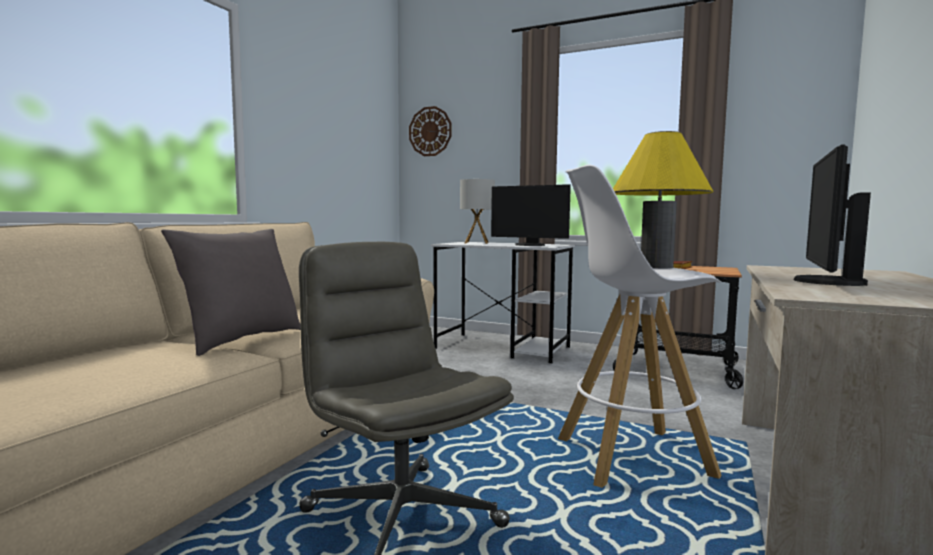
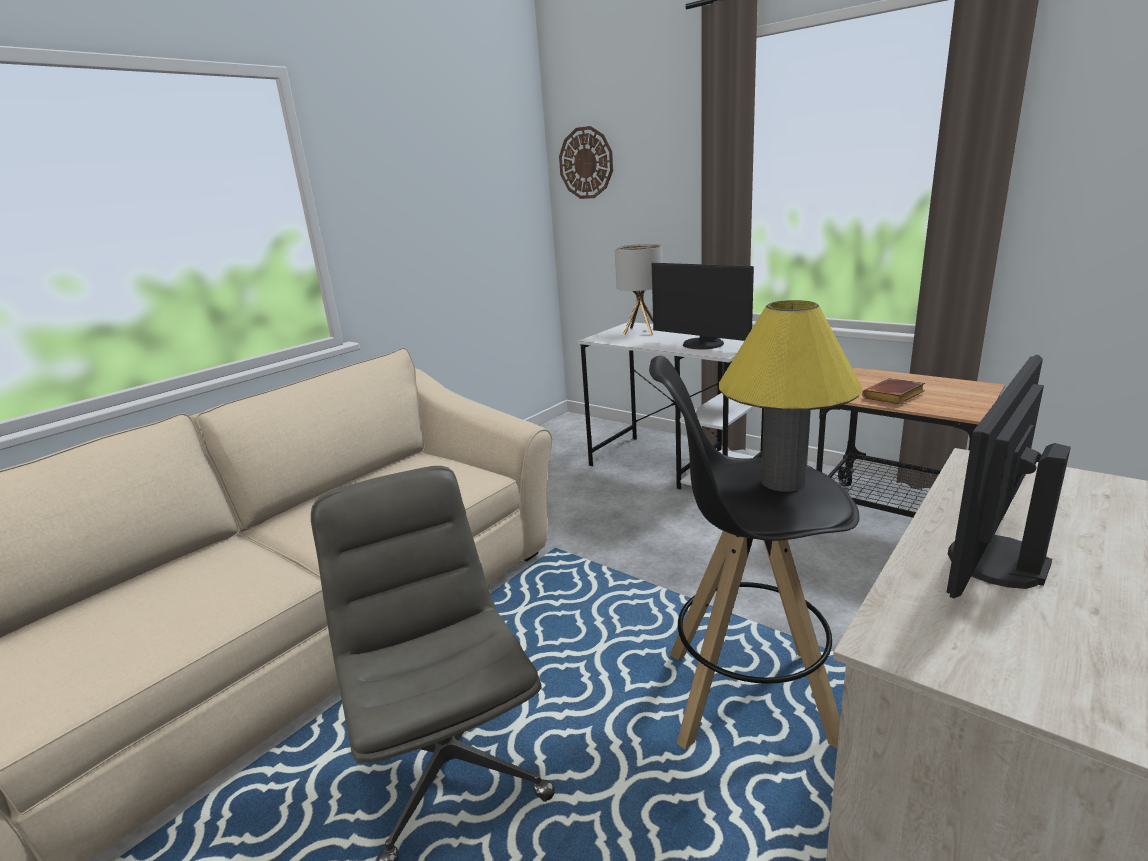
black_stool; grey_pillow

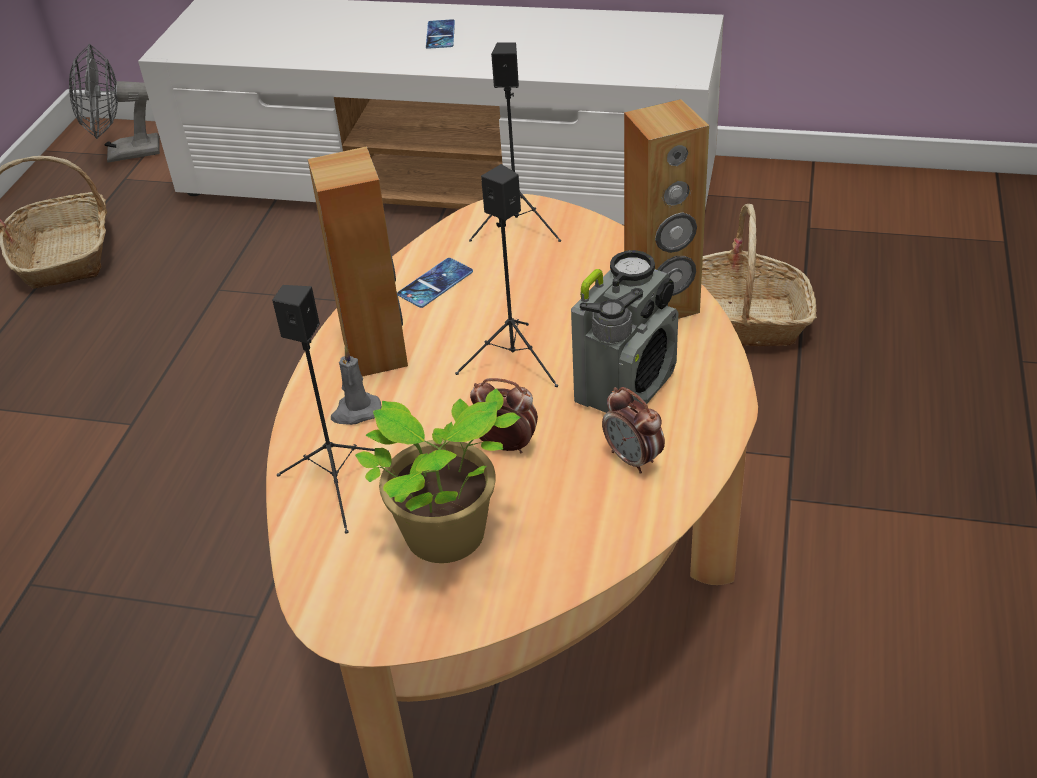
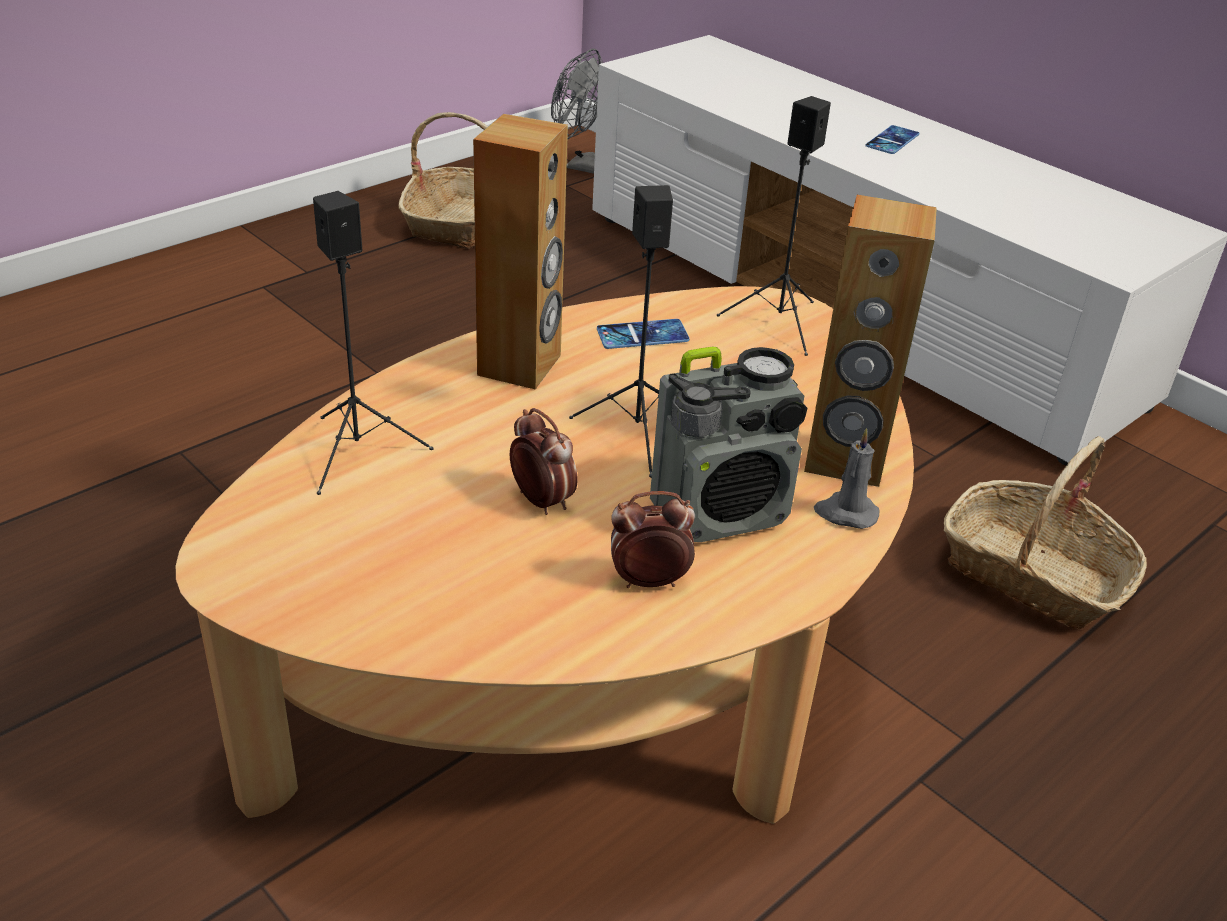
grey_candle; alarm_clock (no. 2 from left); potted_plant

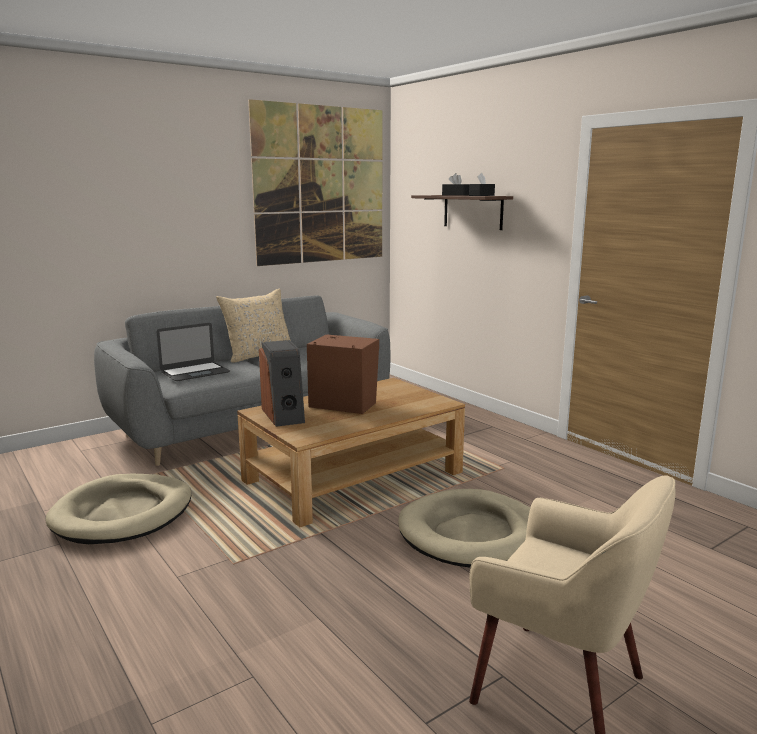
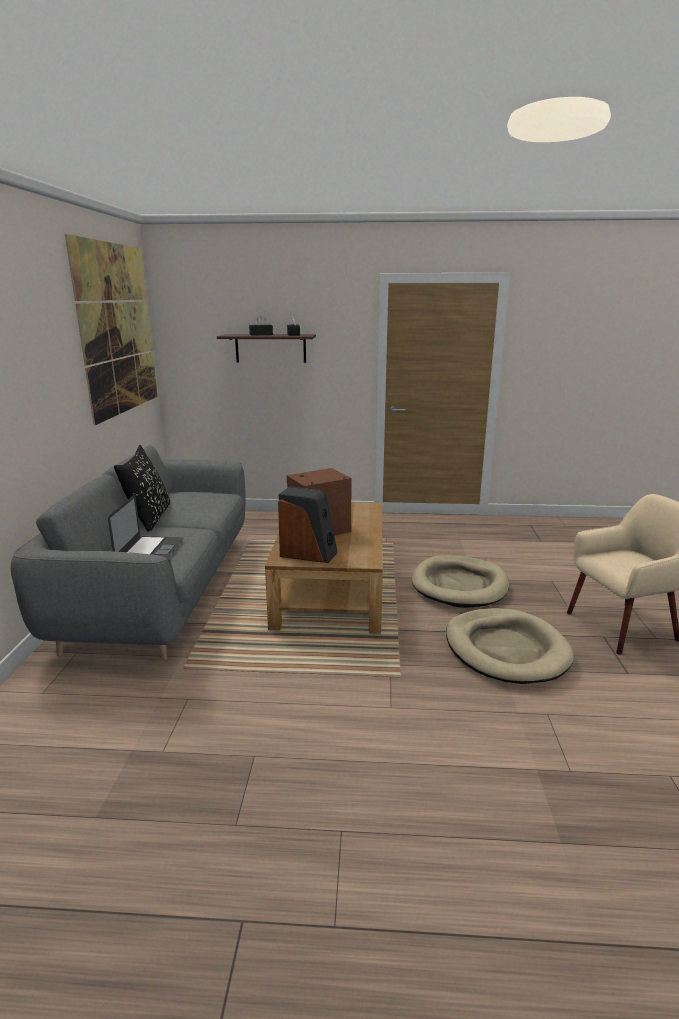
black_pillow; beige_dog_bed (no. 2 from left)

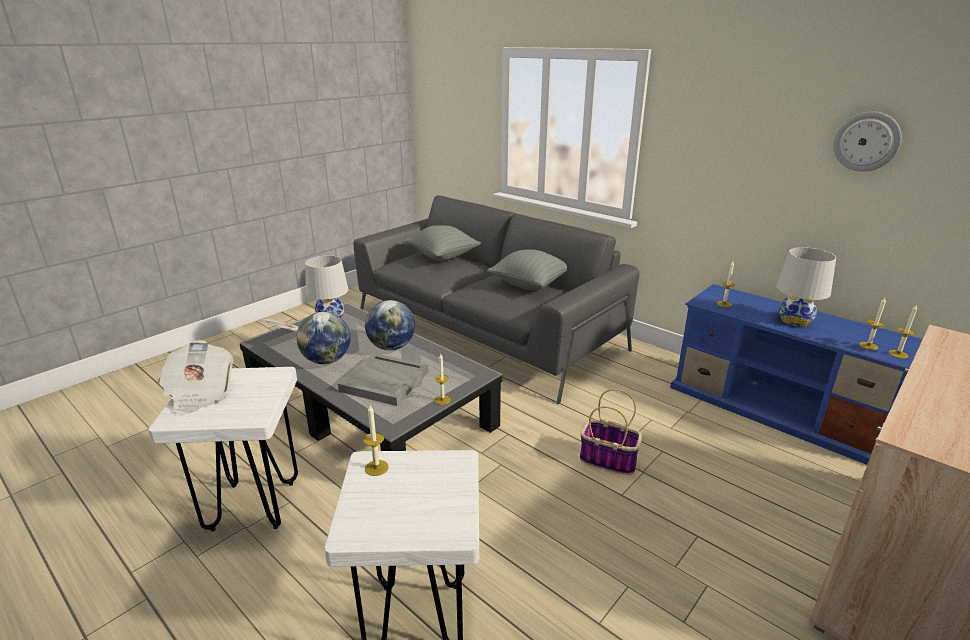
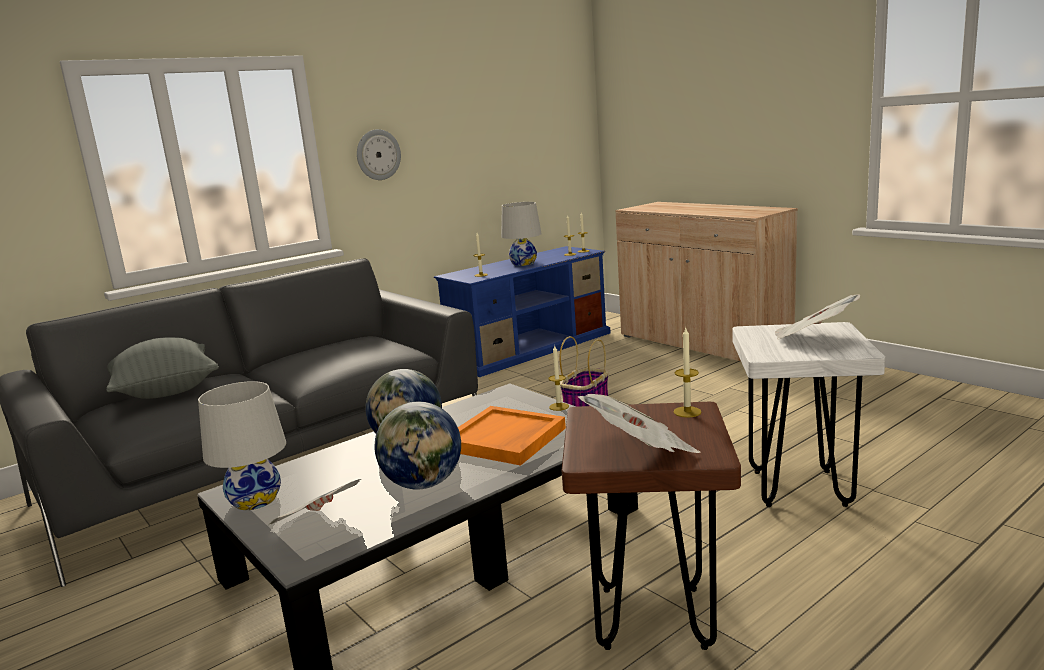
wall_clock; grey_pillow (no. 2 from left in the first image); orange_tray; brown_stool; candle (no. 5 from left); newspaper (no. 3 from left)

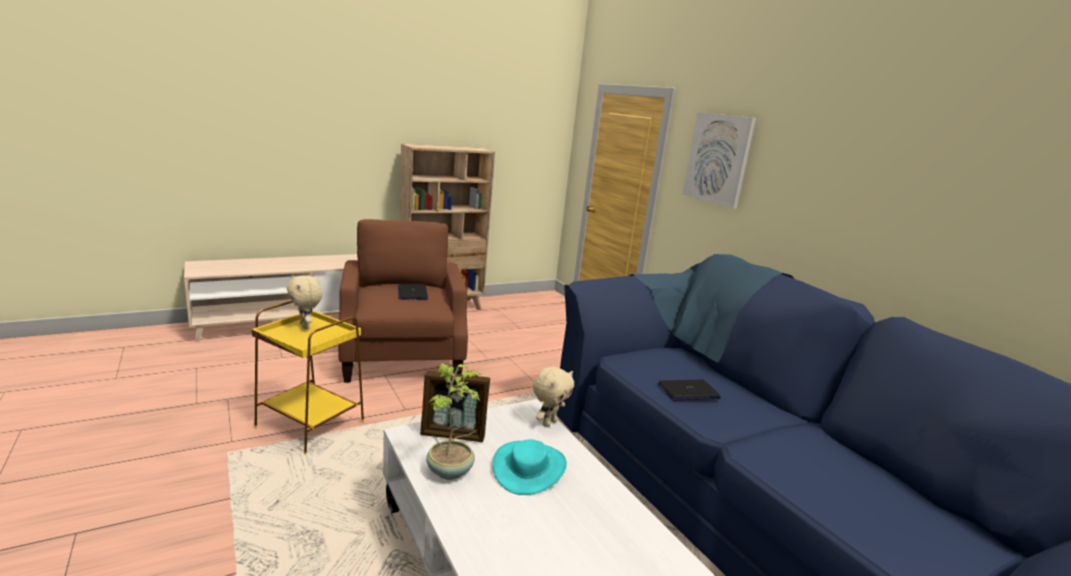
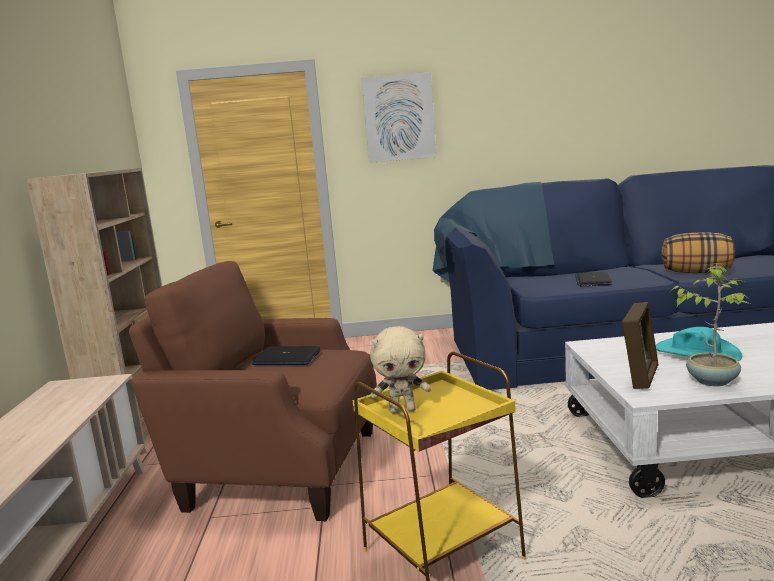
beige_plush_toy (no. 2 from left in the first image); pillow

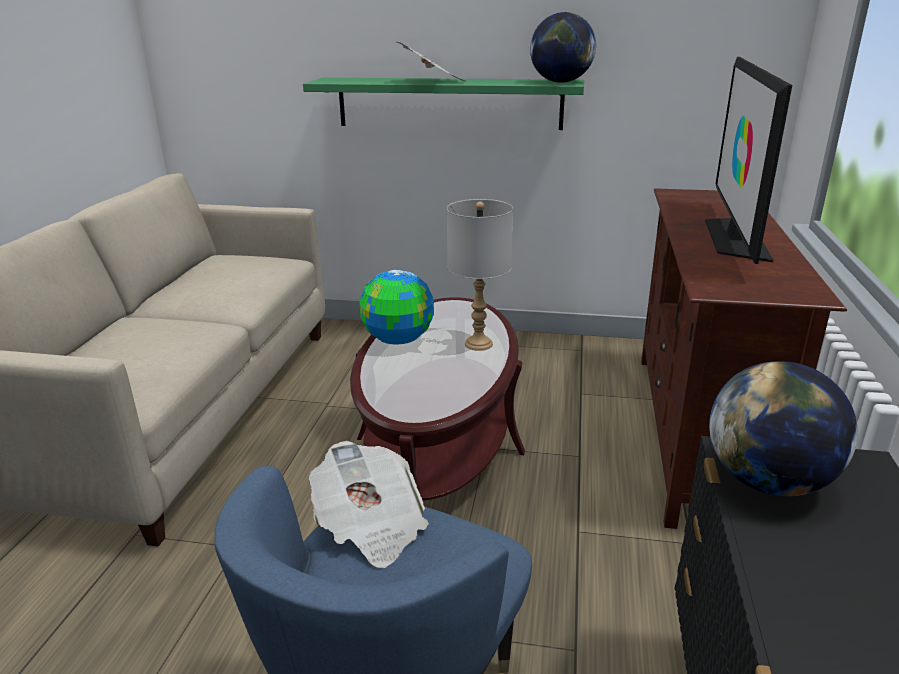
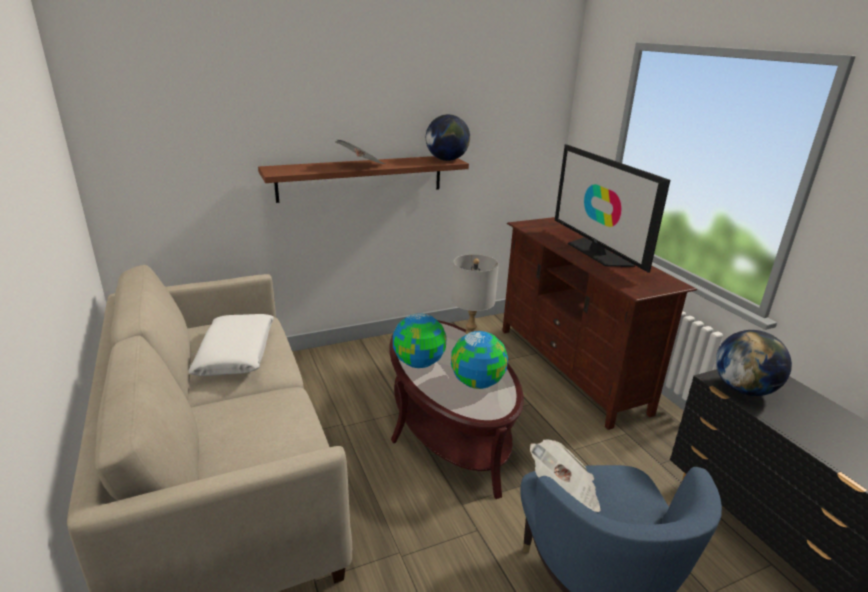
brown_shelf; white_pillow; globe (no. 3 from left)

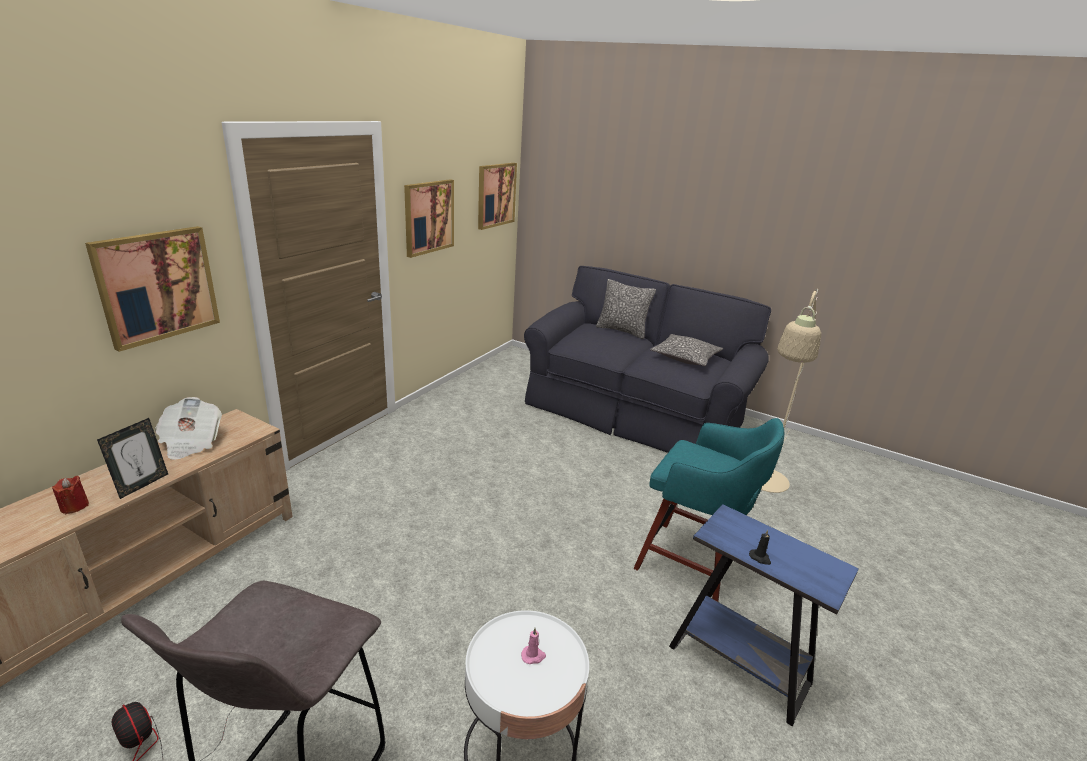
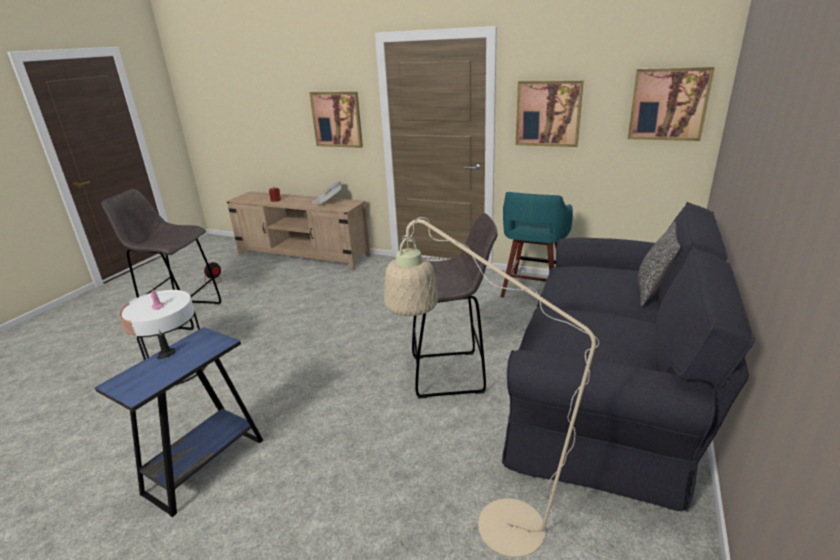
pillow (no. 2 from left in the first image); picture_frame; turquoise_stool; grey_stool (no. 2 from left)

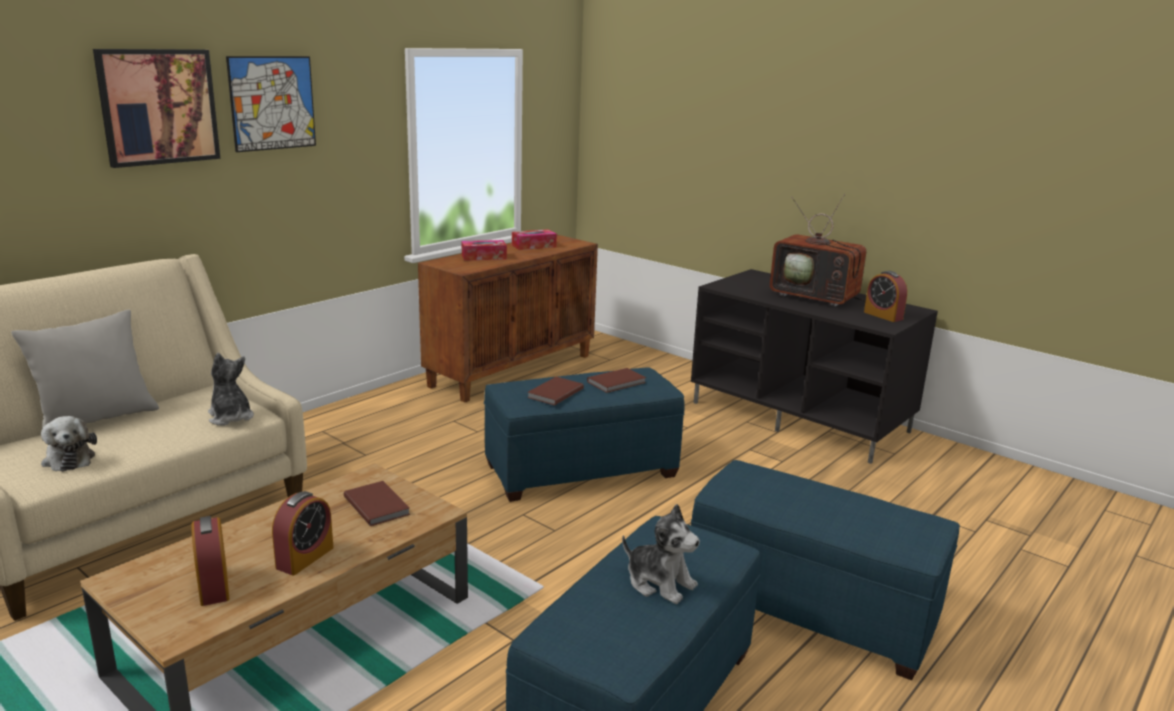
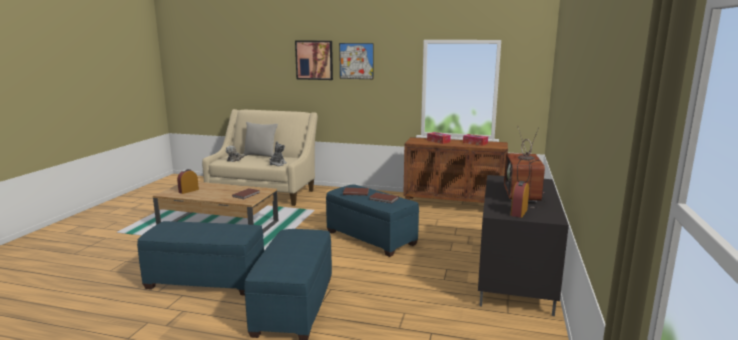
alarm_clock (no. 2 from left in the first image); plush_toy (no. 3 from left in the first image)

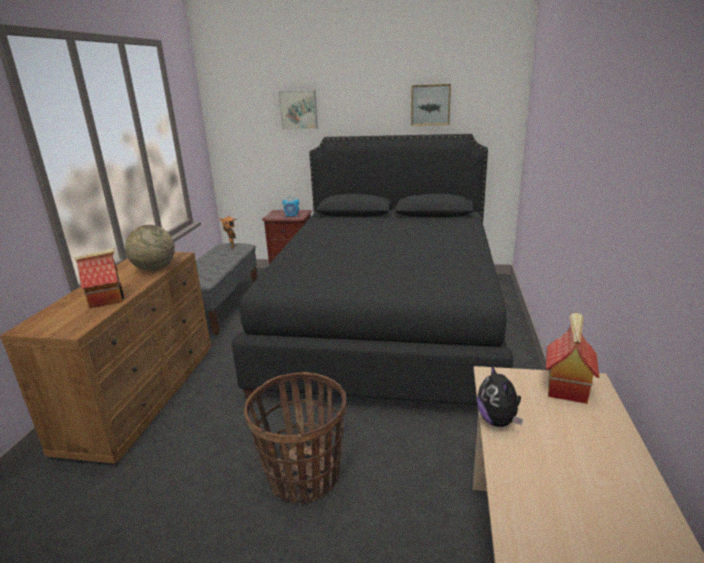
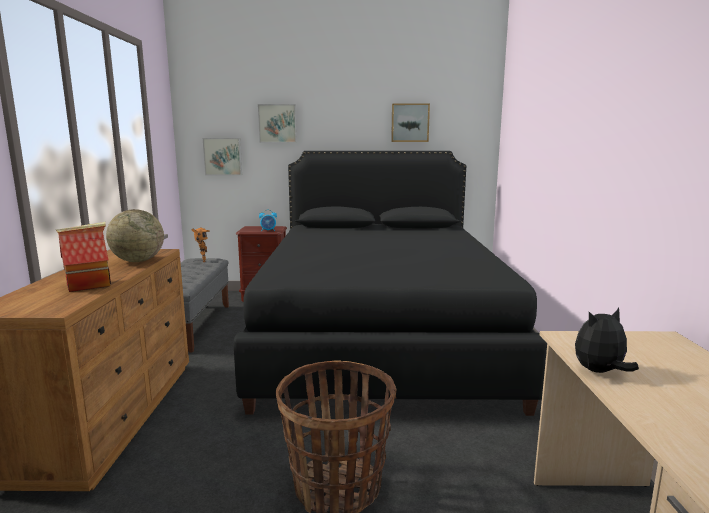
toy_house (no. 2 from left in the first image); plush_toy; picture (no. 1 from left)

